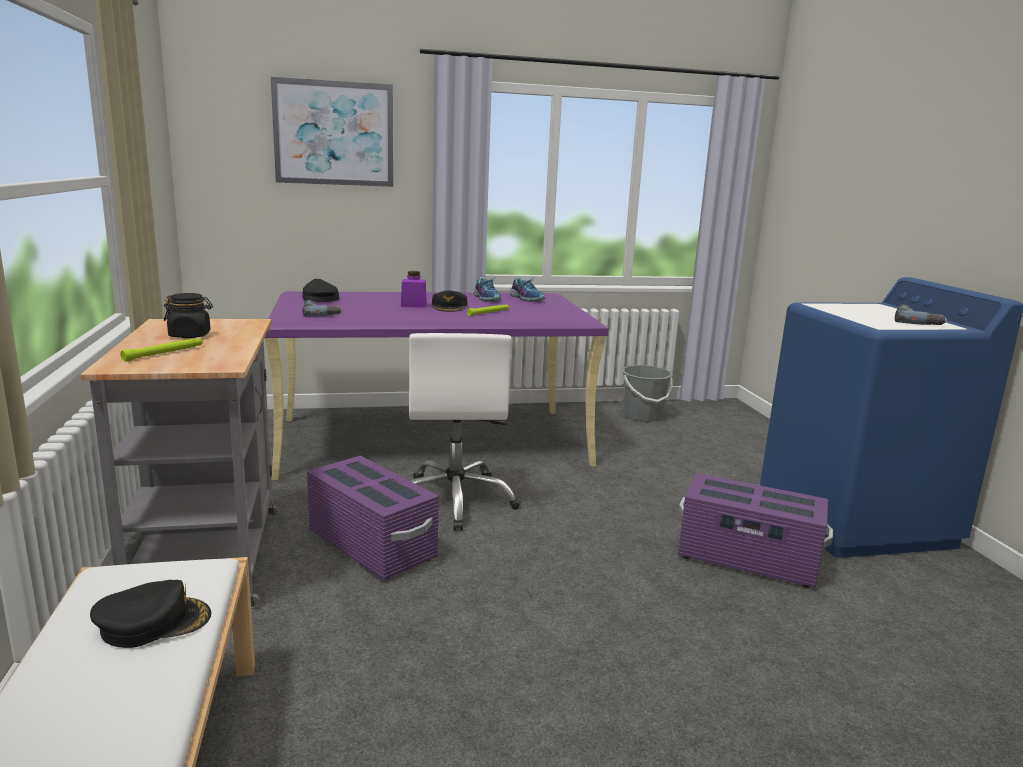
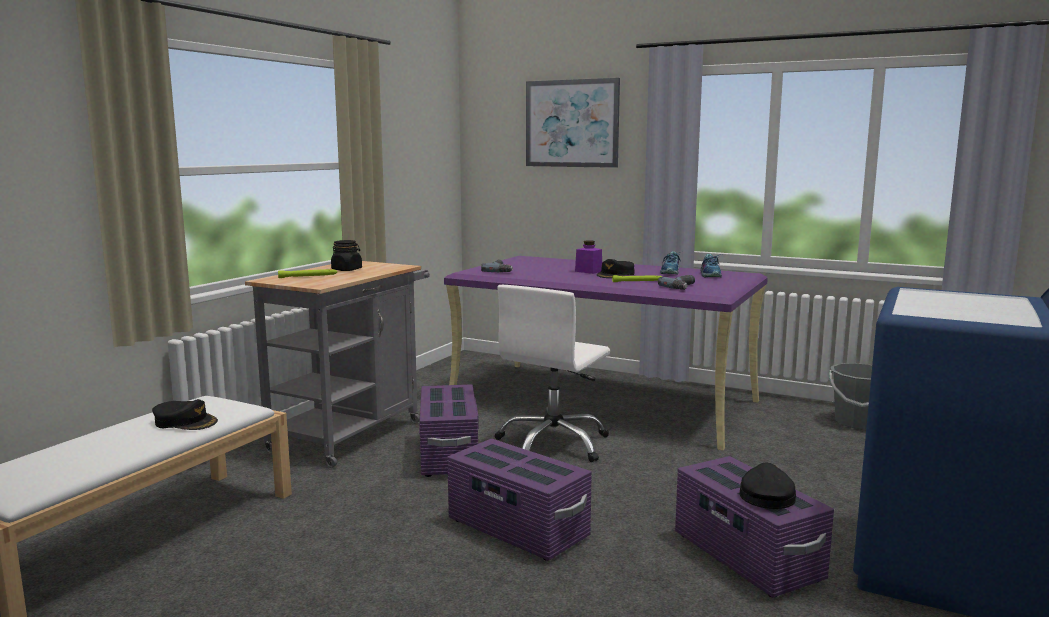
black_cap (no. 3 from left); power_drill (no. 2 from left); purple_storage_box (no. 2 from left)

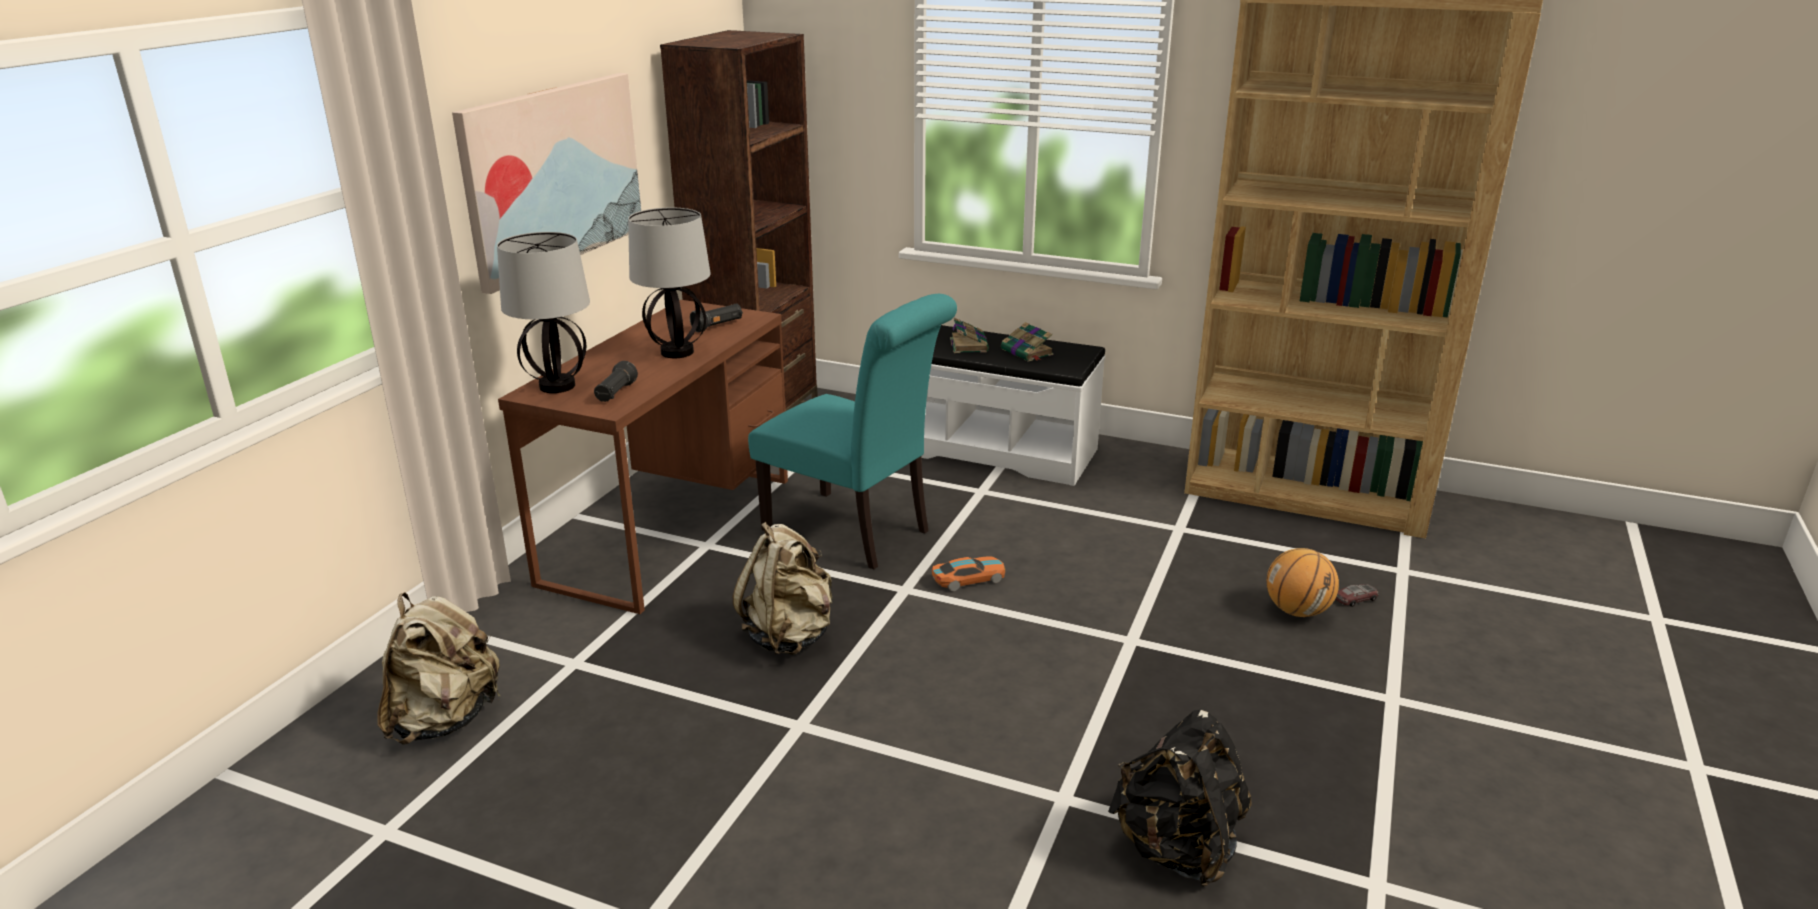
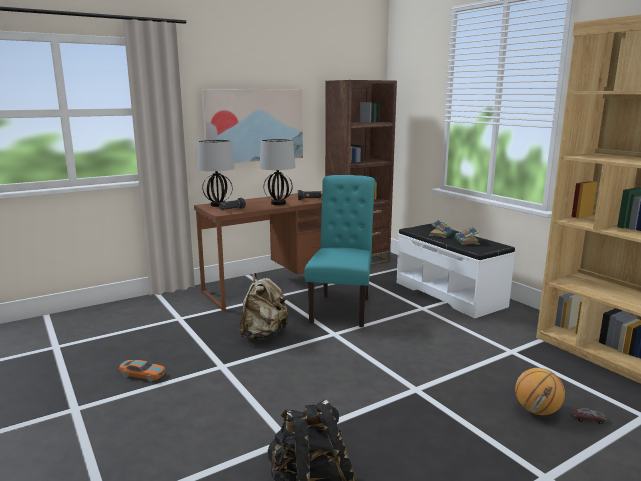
turquoise_chair; toy_car (no. 1 from left); beige_backpack (no. 1 from left in the first image)

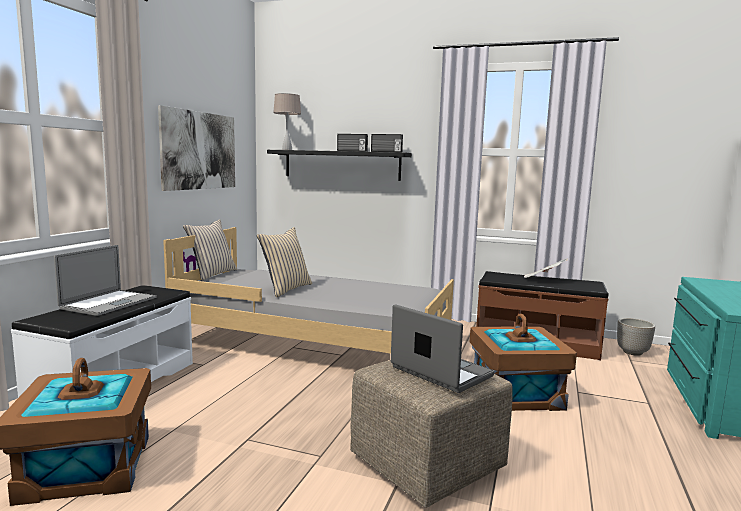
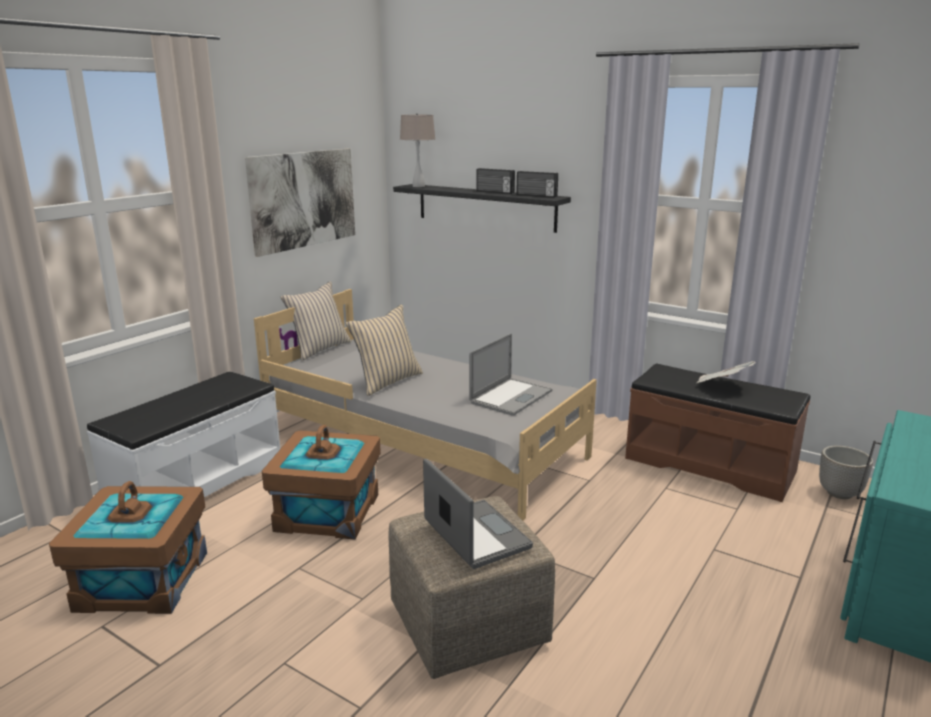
laptop (no. 2 from left); brown_storage_box (no. 2 from left)

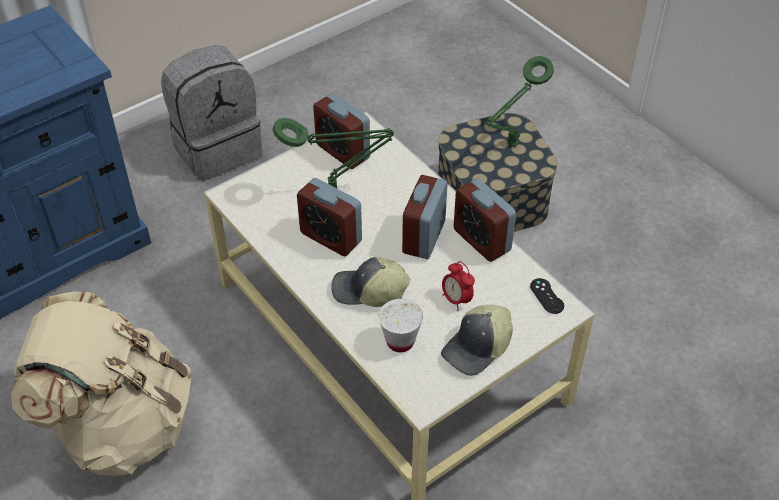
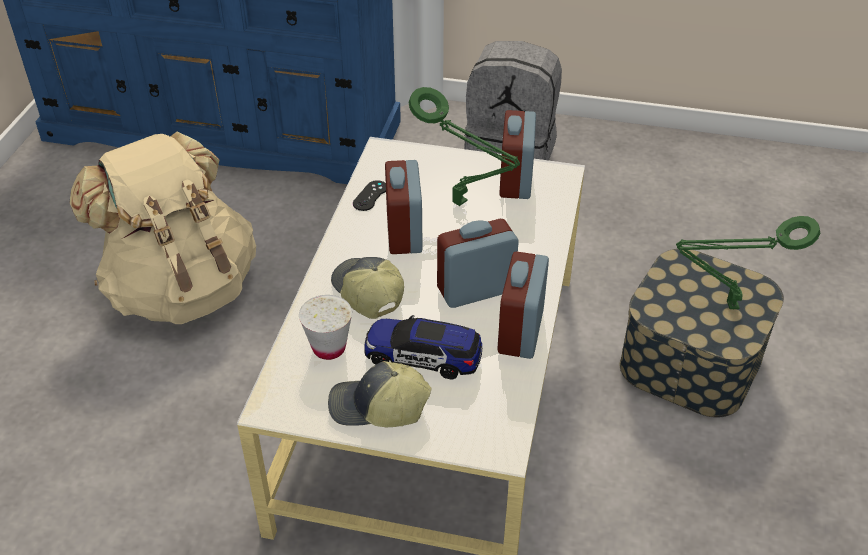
toy_car; black_game_controller

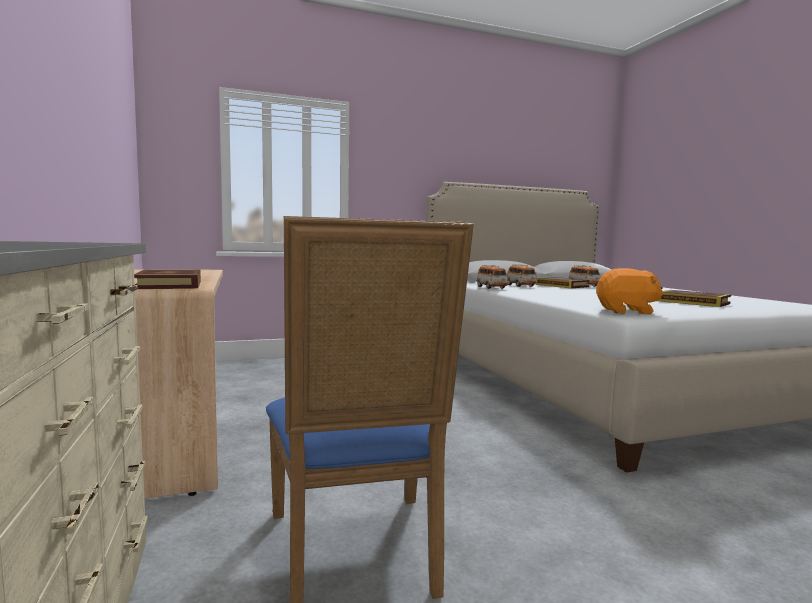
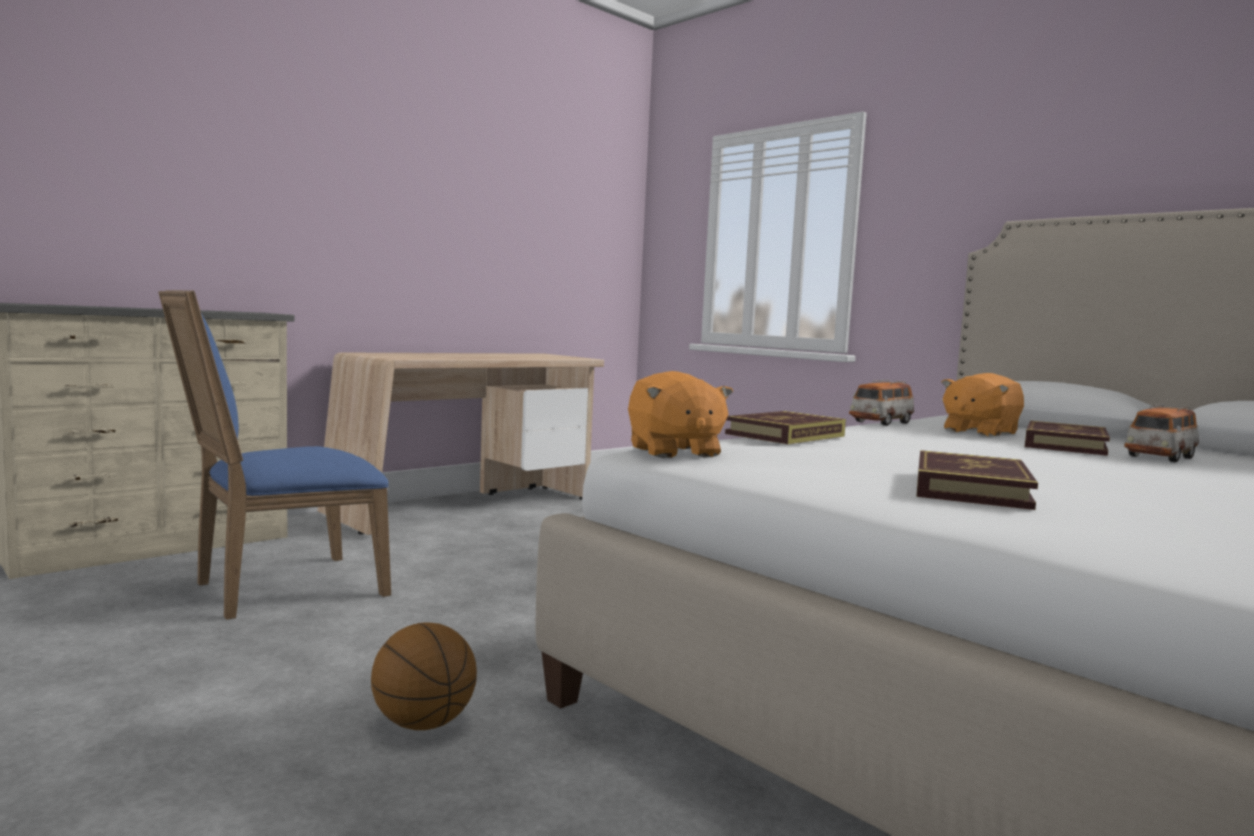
orange_plush_toy (no. 2 from left); book (no. 1 from left); basketball

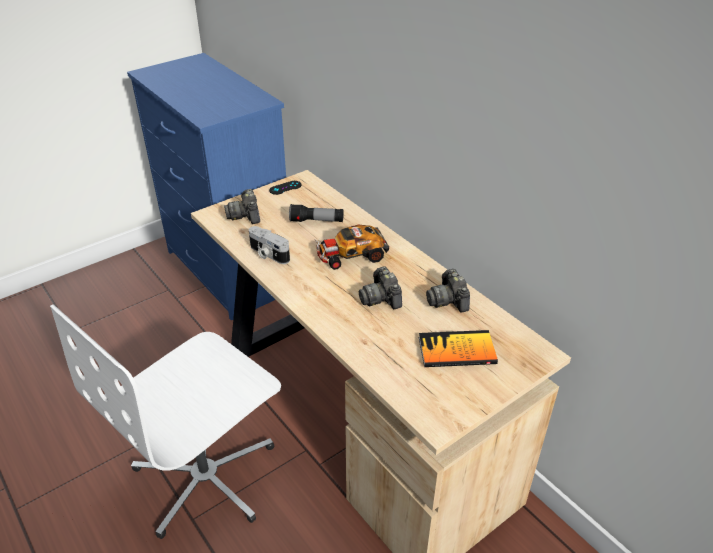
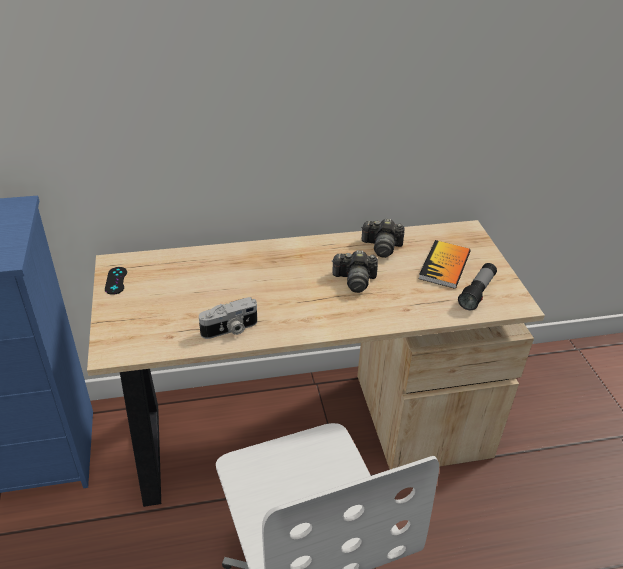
photo_camera (no. 1 from left in the first image); flashlight; toy_car

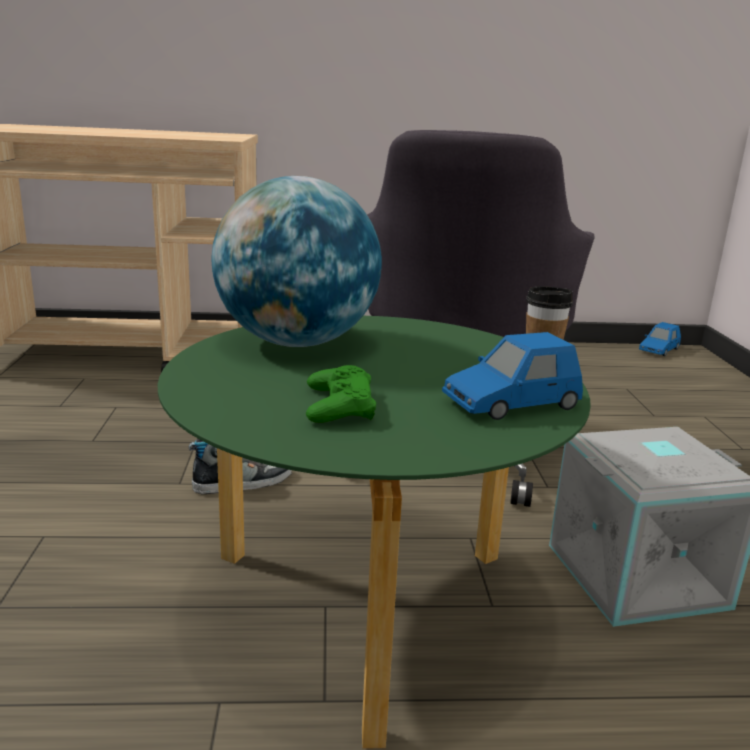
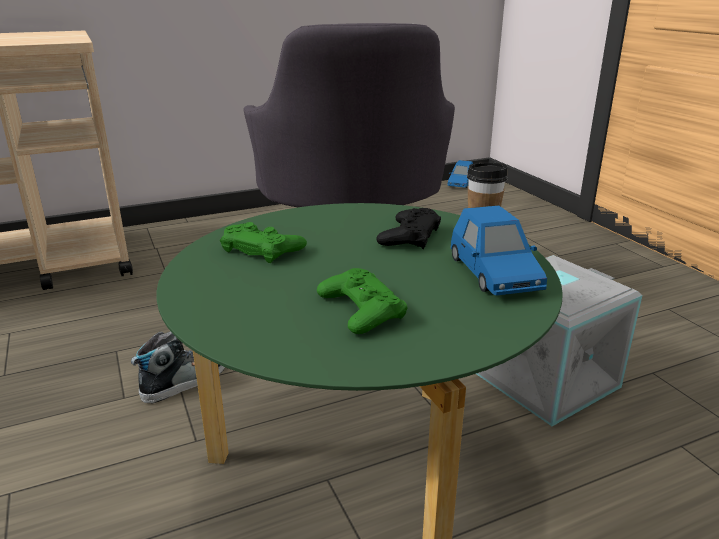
green_game_controller (no. 1 from left); blue_toy_car (no. 2 from left); black_game_controller

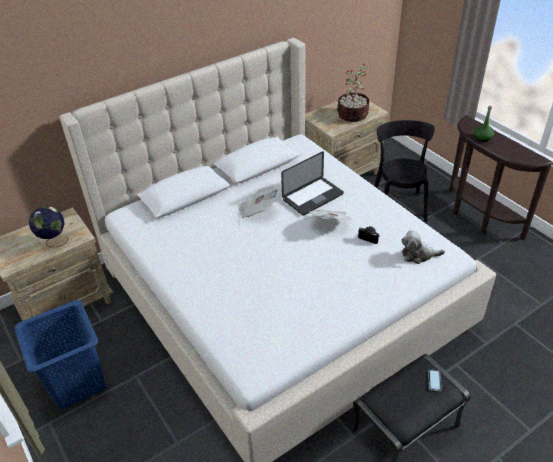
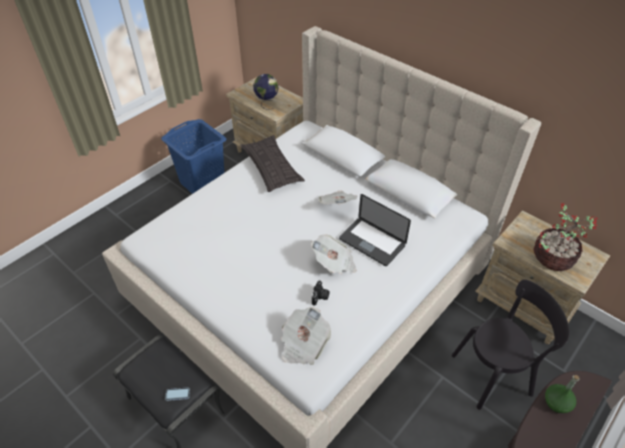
newspaper (no. 1 from left); pillow

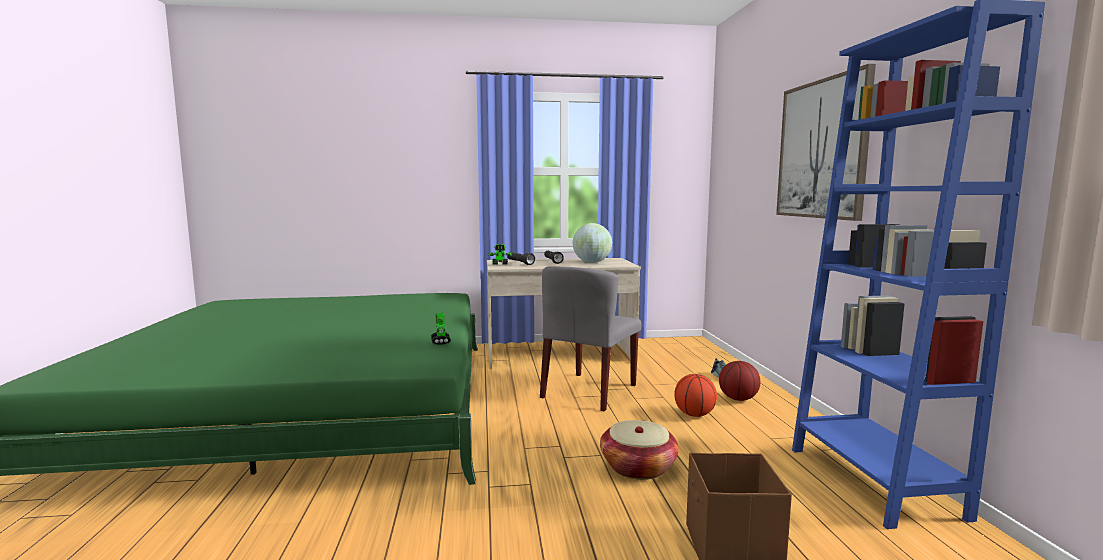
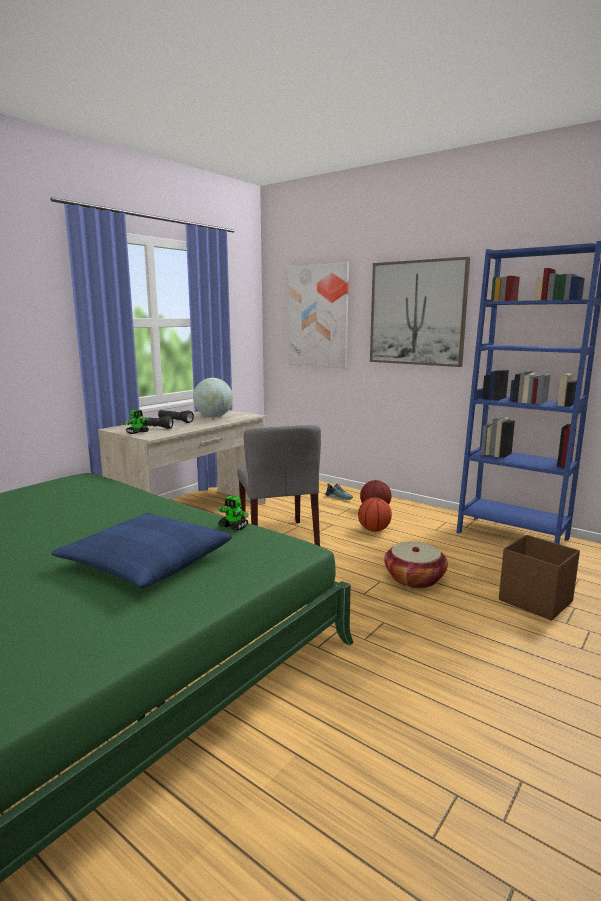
picture (no. 1 from left); blue_pillow

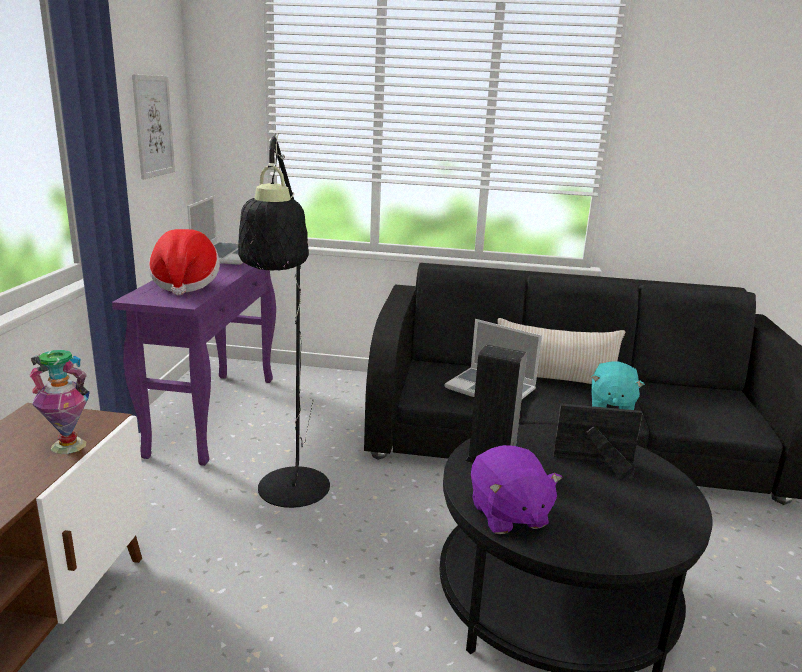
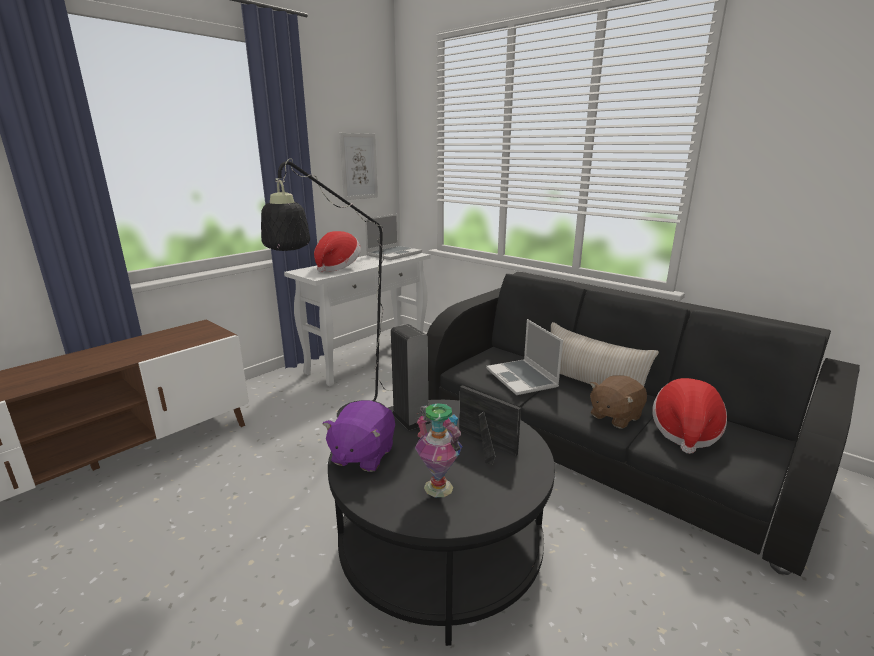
white_console_table; vase; brown_plush_toy; hat (no. 2 from left)

